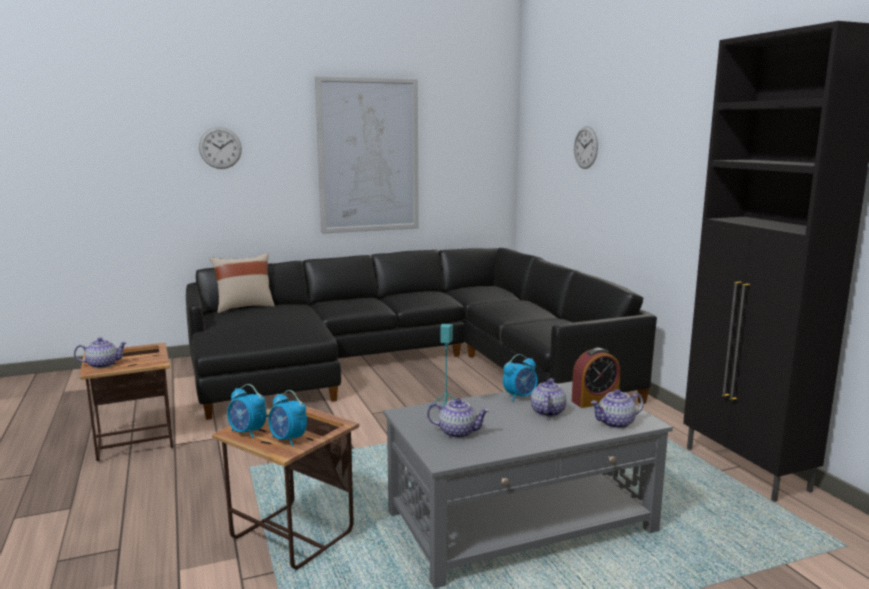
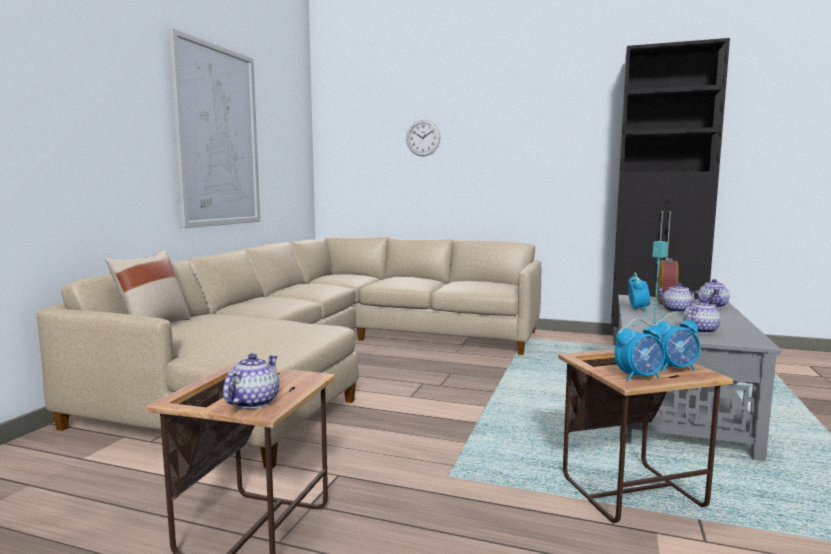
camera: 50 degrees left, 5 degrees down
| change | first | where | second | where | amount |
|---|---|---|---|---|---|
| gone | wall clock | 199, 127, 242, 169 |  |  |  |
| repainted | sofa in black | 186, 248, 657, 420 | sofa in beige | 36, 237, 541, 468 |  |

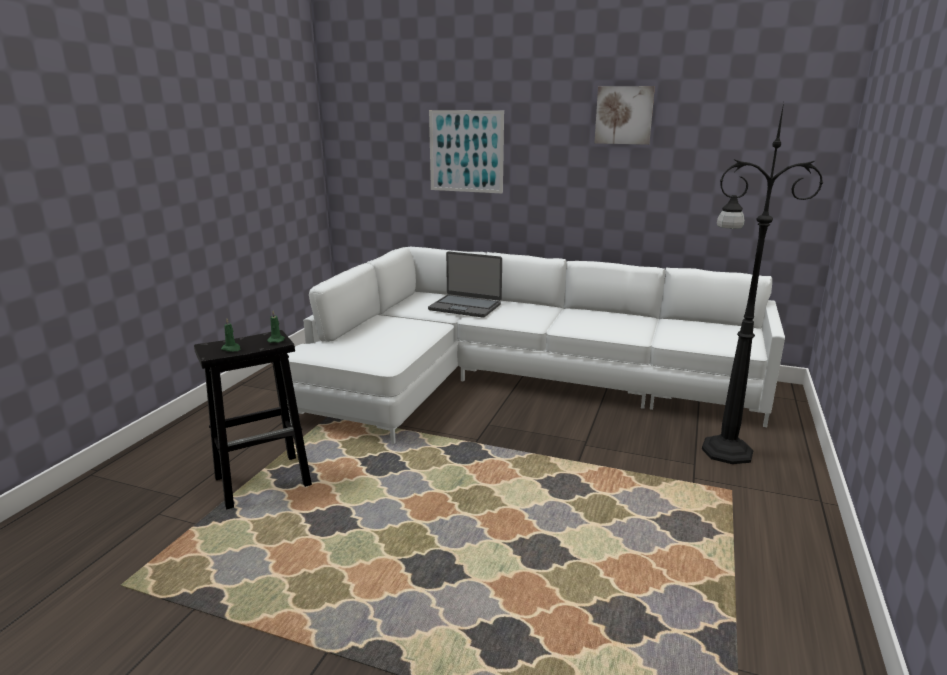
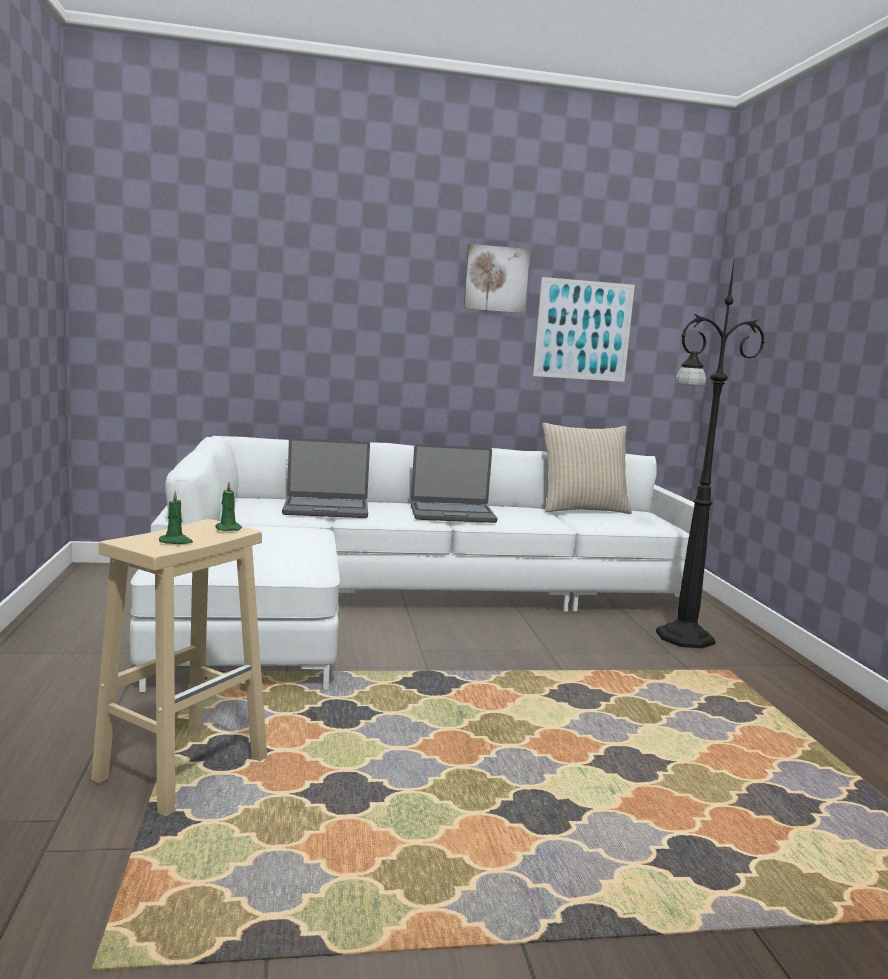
camera: 30 degrees left, 10 degrees down
| change | first | where | second | where | amount |
|---|---|---|---|---|---|
| new |  |  | laptop | 411, 444, 497, 523 |  |
| new |  |  | pillow in beige | 542, 423, 632, 514 |  |
| shifted | picture | 429, 110, 504, 194 |  | 533, 277, 635, 382 |  |
| repainted | stool in black | 194, 330, 312, 510 | stool in beige | 91, 519, 267, 817 |  |

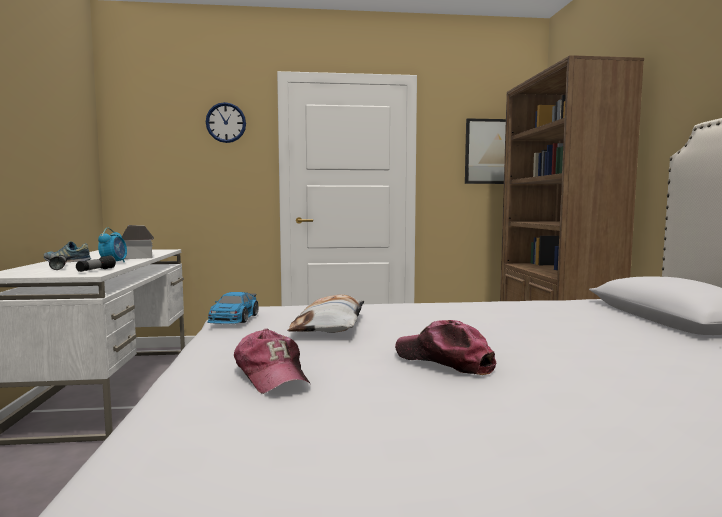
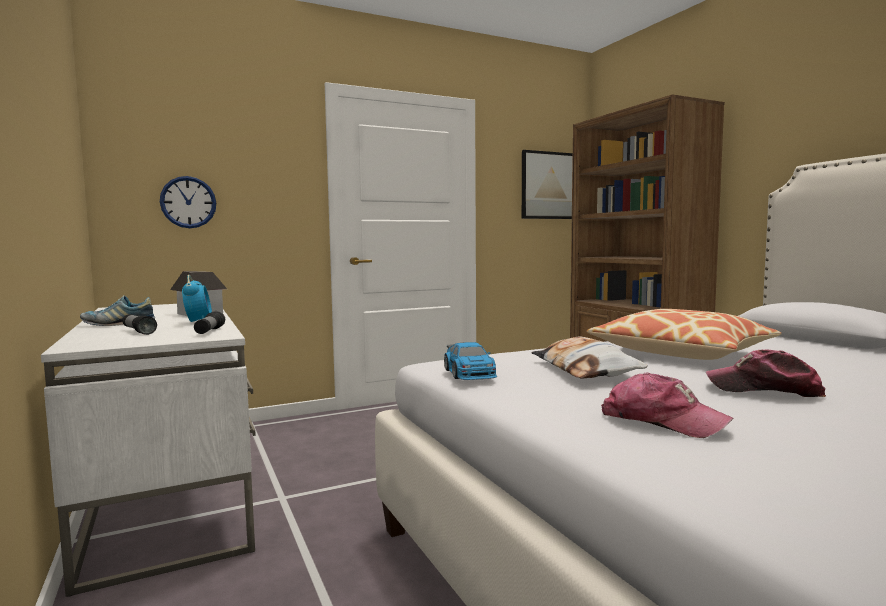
camera: 20 degrees left, 0 degrees up
| change | first | where | second | where | amount |
|---|---|---|---|---|---|
| new |  |  | pillow | 587, 309, 781, 360 |  |
| shifted | wall clock | 206, 102, 246, 143 |  | 160, 176, 216, 228 |  |

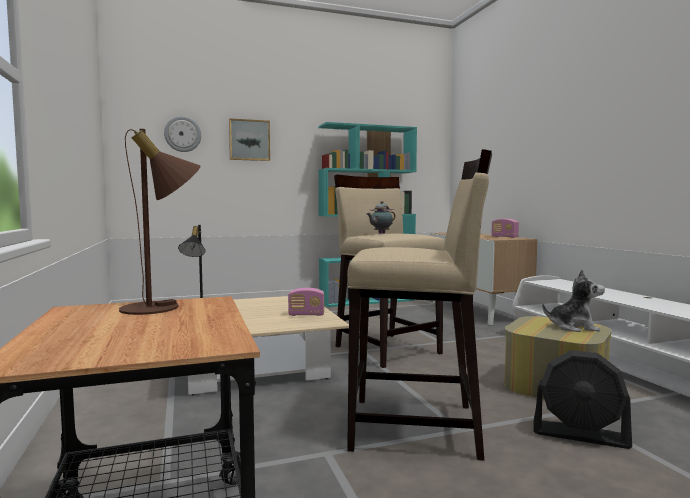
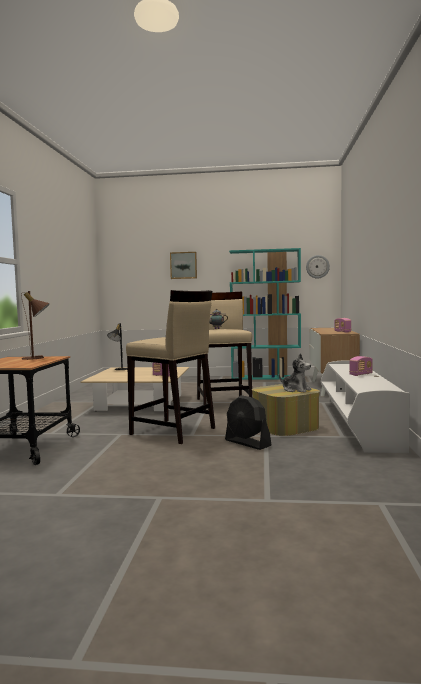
camera: 25 degrees right, 0 degrees up
| change | first | where | second | where | amount |
|---|---|---|---|---|---|
| new |  |  | radio | 350, 356, 373, 376 |  |
| shifted | wall clock | 164, 116, 201, 152 |  | 306, 255, 330, 279 |  |

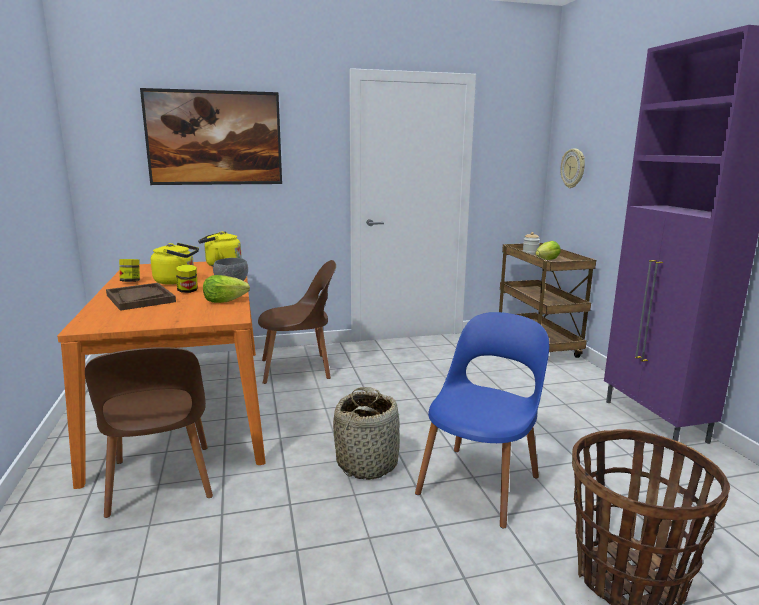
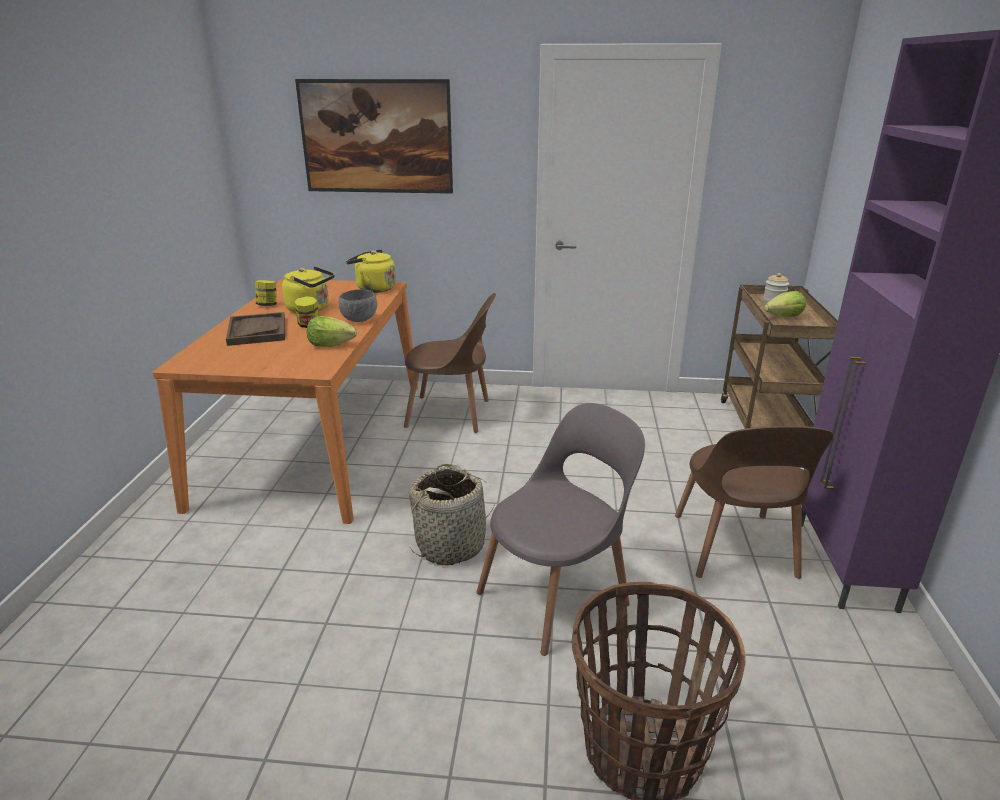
camera: 20 degrees right, 10 degrees up
| change | first | where | second | where | amount |
|---|---|---|---|---|---|
| gone | wall clock | 560, 148, 585, 188 |  |  |  |
| shifted | chair in brown | 85, 347, 213, 518 |  | 675, 426, 833, 579 |  |
| repainted | chair in blue | 415, 312, 549, 528 | chair in grey | 476, 403, 645, 656 |  |

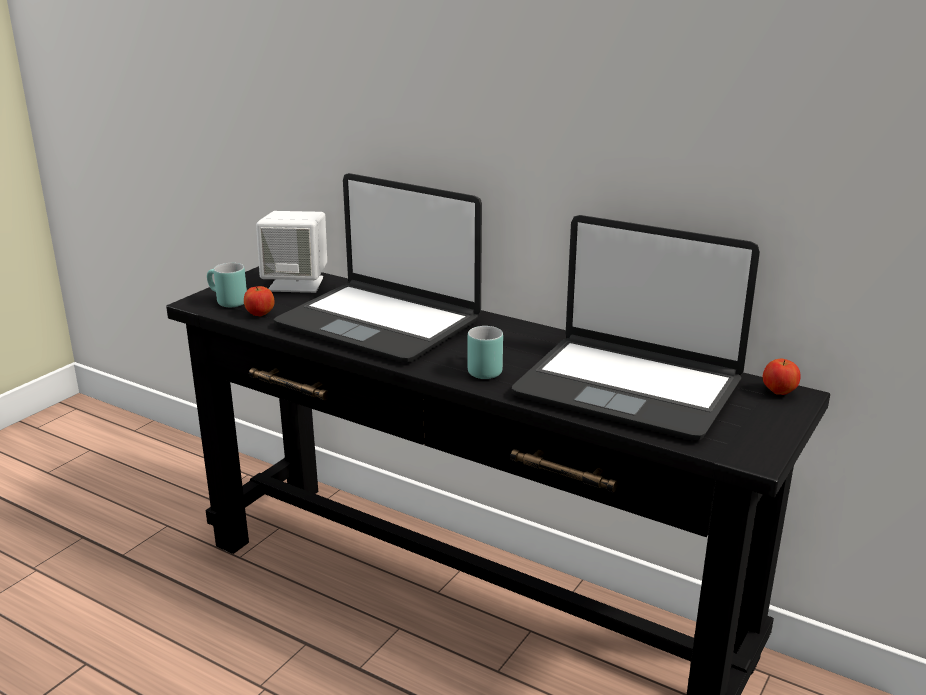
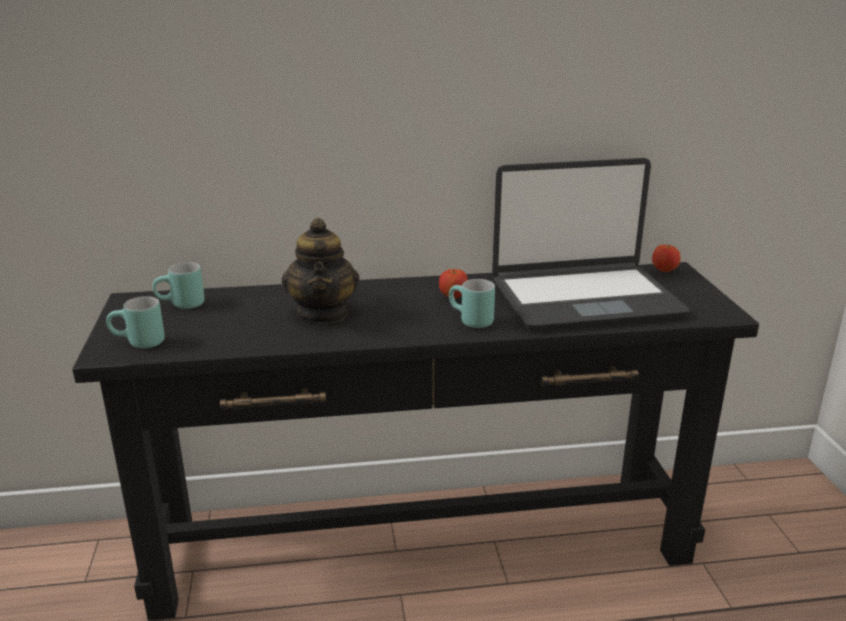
camera: 40 degrees left, 0 degrees up
| change | first | where | second | where | amount |
|---|---|---|---|---|---|
| shifted | apple | 244, 286, 275, 317 |  | 439, 269, 468, 298 |  |
| swapped | speaker in white | 256, 211, 327, 293 | mug in turquoise | 152, 262, 205, 309 |  |
| swapped | laptop | 274, 173, 482, 363 | teapot | 282, 218, 359, 324 |  |

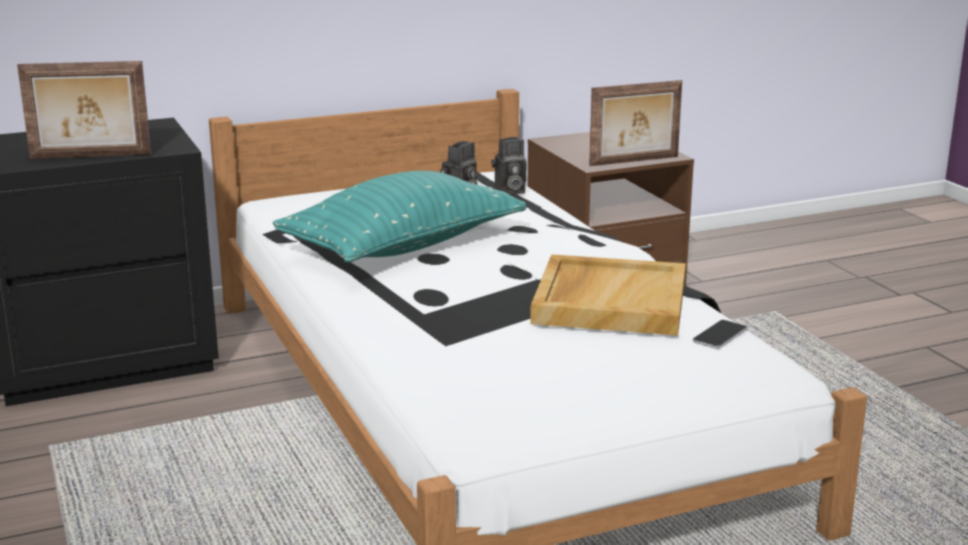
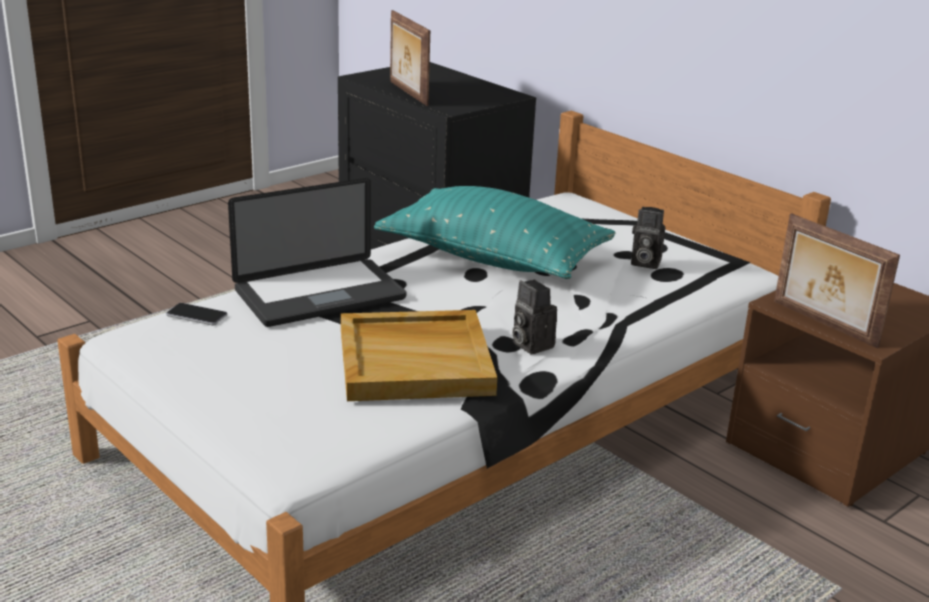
camera: 70 degrees right, 5 degrees up
| change | first | where | second | where | amount |
|---|---|---|---|---|---|
| new |  |  | laptop | 228, 178, 406, 327 |  |
| shifted | photo camera | 491, 137, 526, 195 |  | 512, 280, 557, 354 |  |
| shifted | phone | 693, 320, 747, 349 |  | 166, 303, 228, 325 |  |

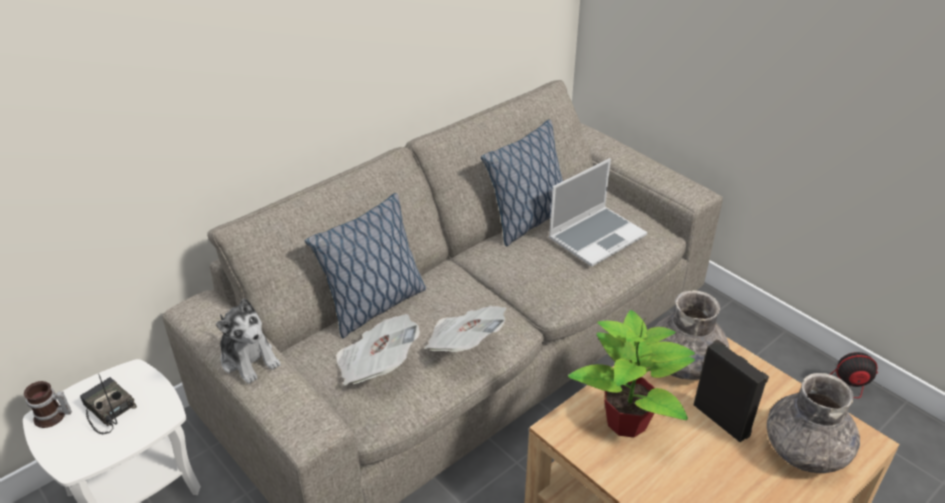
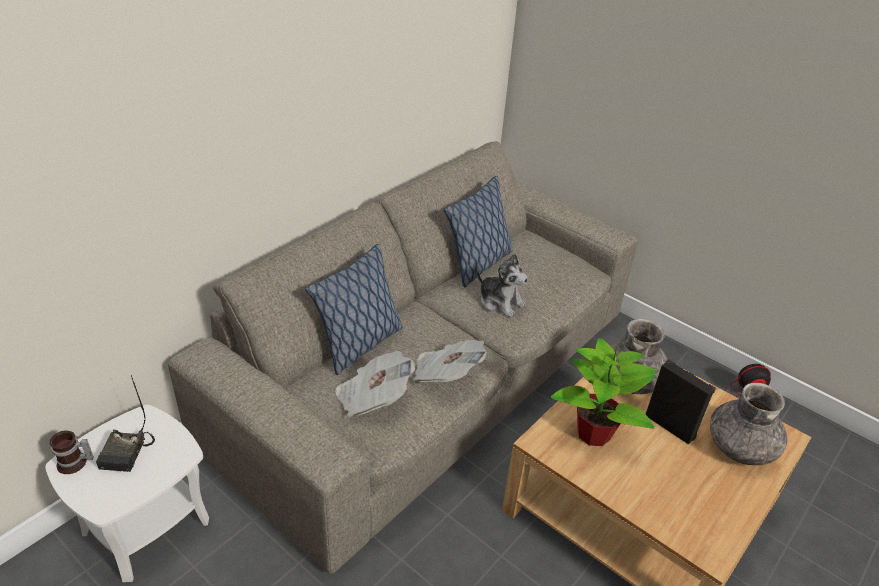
camera: 10 degrees left, 0 degrees up
| change | first | where | second | where | amount |
|---|---|---|---|---|---|
| gone | laptop | 549, 158, 647, 267 |  |  |  |
| shifted | plush toy | 216, 298, 281, 384 |  | 477, 253, 528, 317 |  |
| rotated | radio | 80, 375, 137, 435 |  | 96, 375, 155, 472 | 120 degrees counterclockwise |

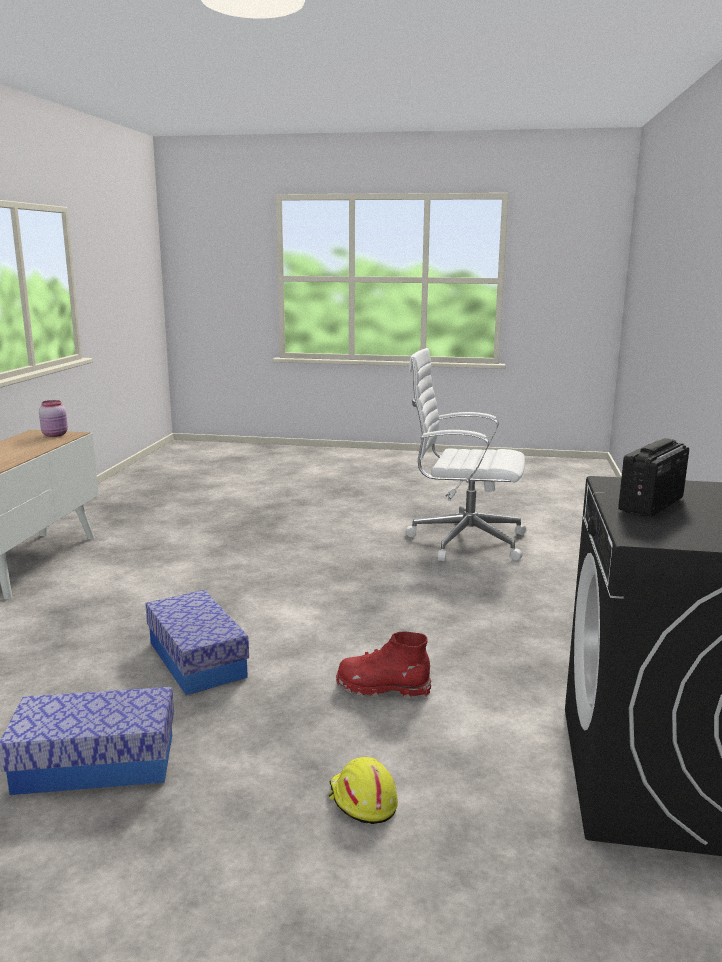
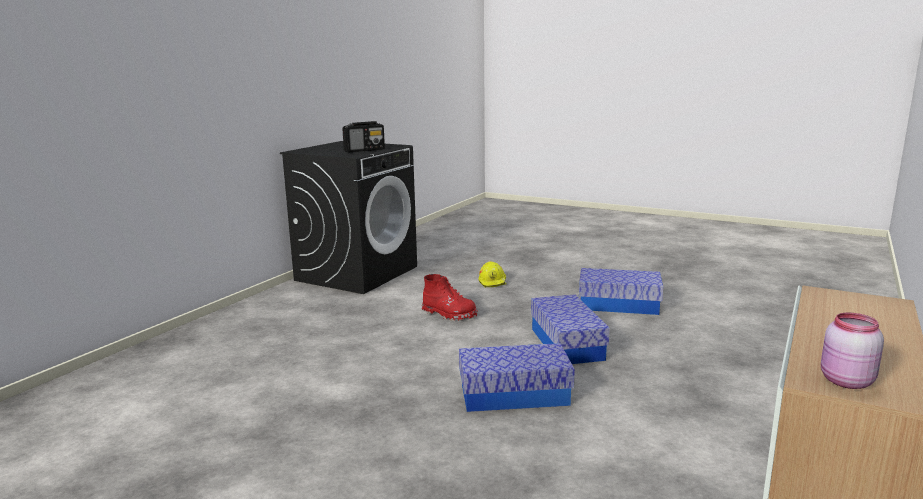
camera: 160 degrees left, 0 degrees up
| change | first | where | second | where | amount |
|---|---|---|---|---|---|
| gone | office chair in white | 405, 348, 526, 561 |  |  |  |
| new |  |  | storage box | 459, 343, 575, 412 |  |

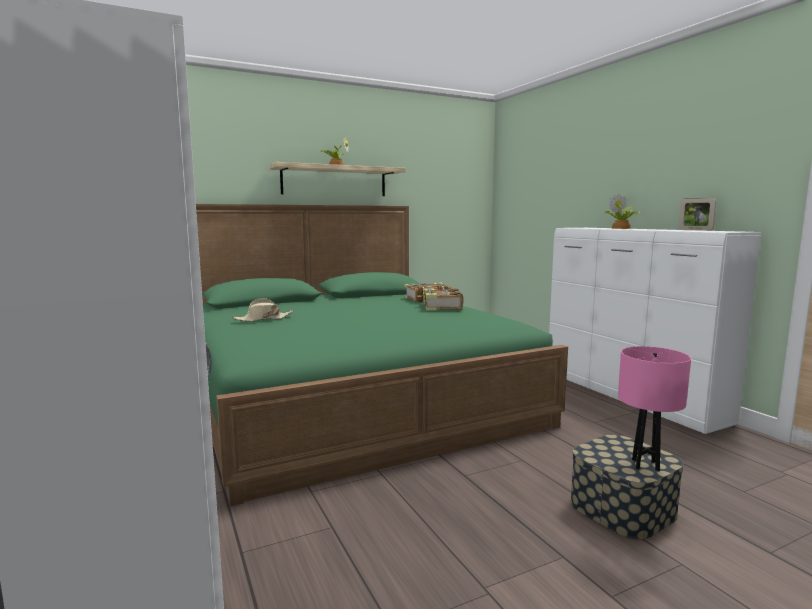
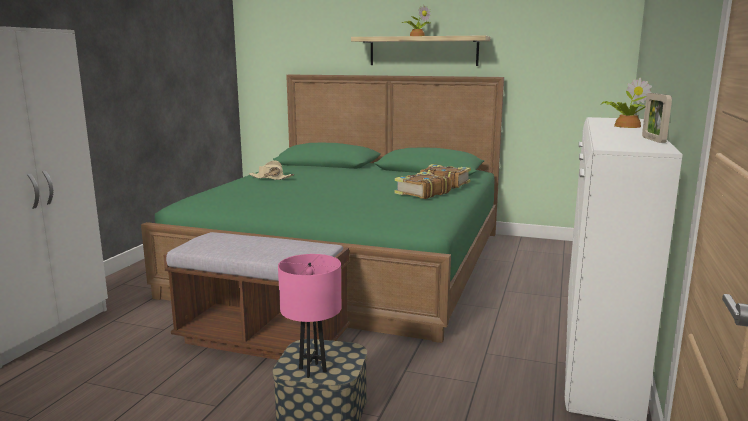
camera: 45 degrees right, 5 degrees up
| change | first | where | second | where | amount |
|---|---|---|---|---|---|
| new |  |  | bench in brown | 163, 232, 350, 360 |  |

